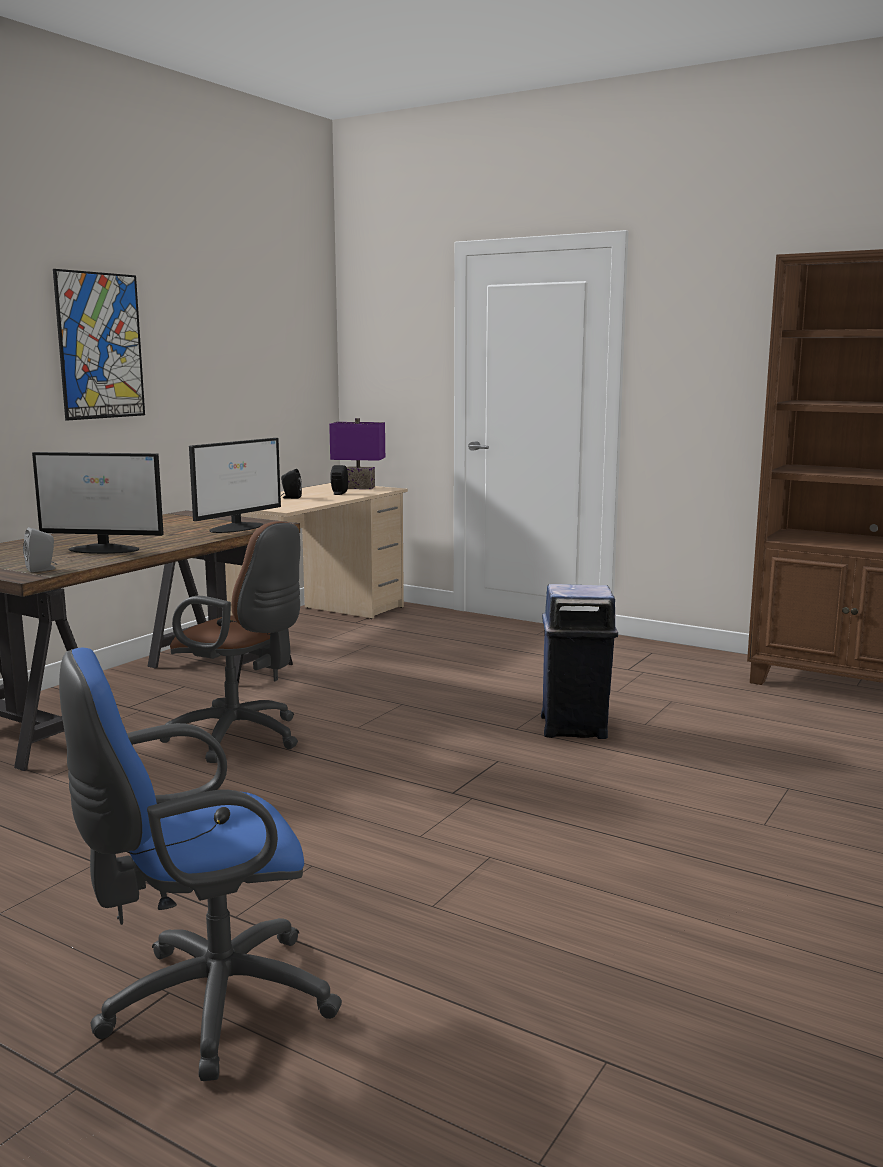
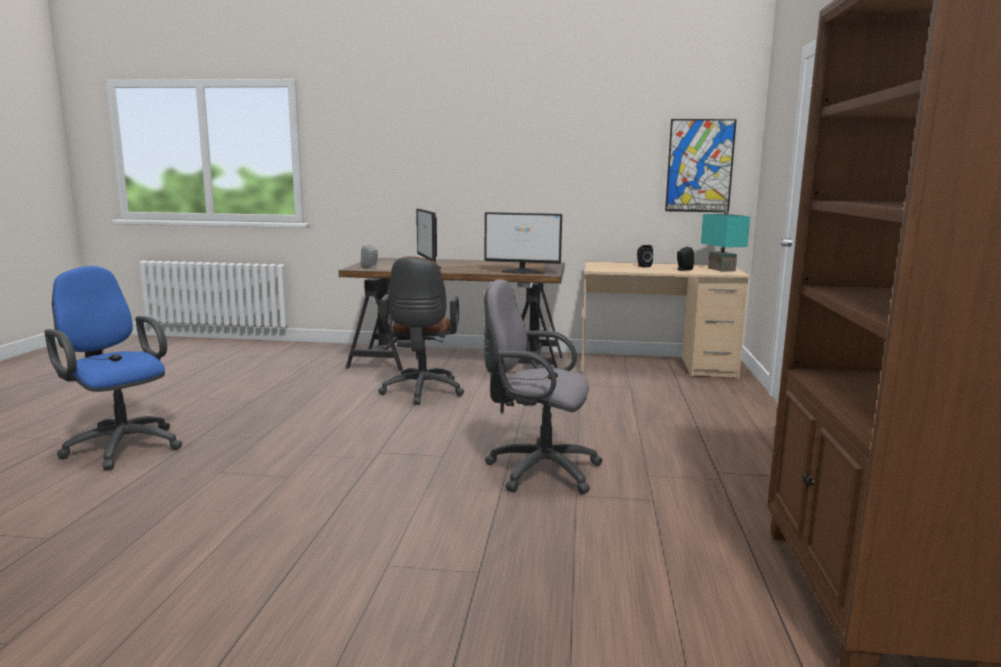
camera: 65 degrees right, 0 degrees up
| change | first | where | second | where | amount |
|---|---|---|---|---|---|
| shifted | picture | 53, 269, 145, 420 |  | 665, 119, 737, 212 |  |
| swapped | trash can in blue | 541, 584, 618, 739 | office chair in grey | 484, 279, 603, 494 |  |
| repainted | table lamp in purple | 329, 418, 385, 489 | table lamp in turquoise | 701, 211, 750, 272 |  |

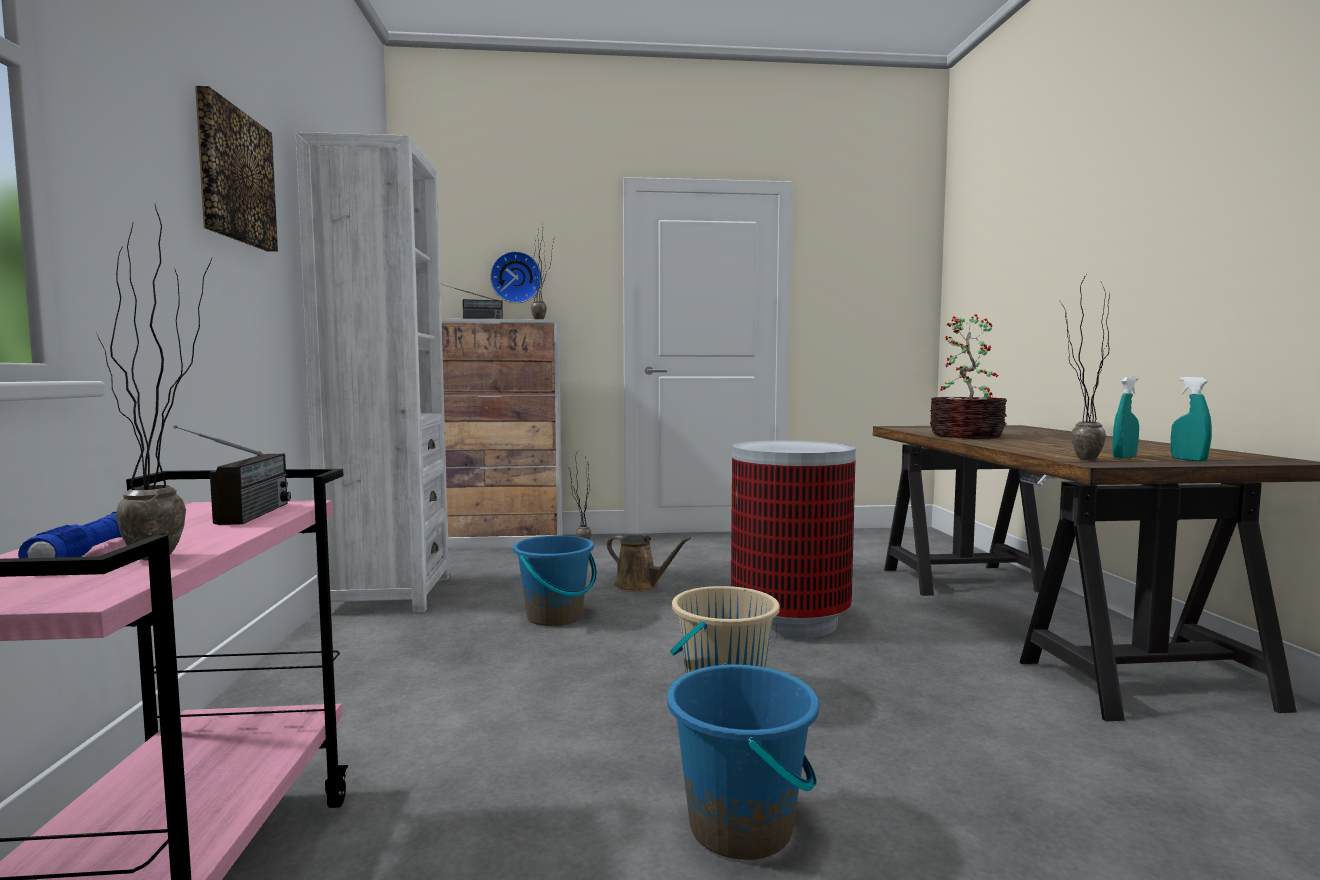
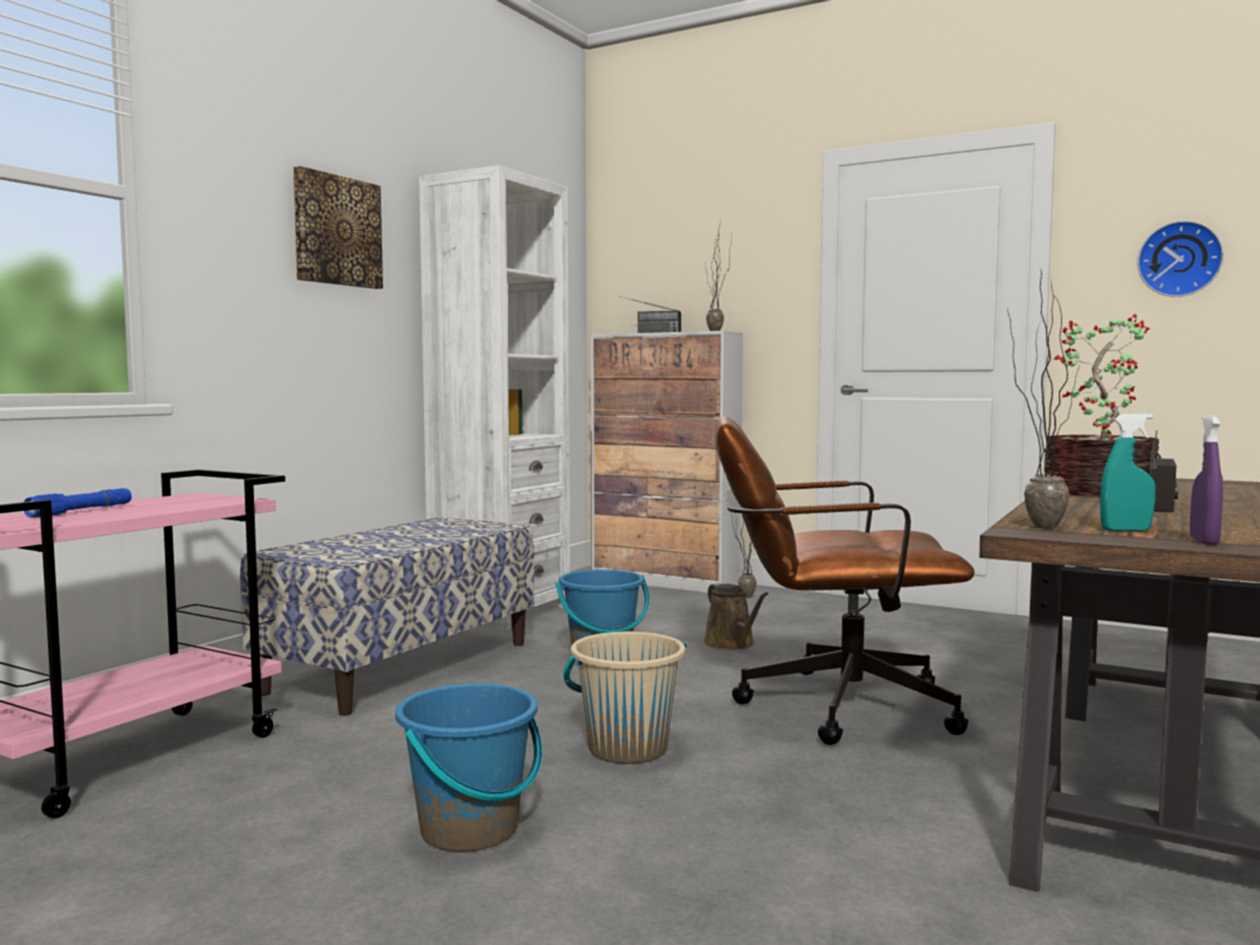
camera: 35 degrees right, 0 degrees up
| change | first | where | second | where | amount |
|---|---|---|---|---|---|
| gone | potted plant | 96, 205, 212, 561 |  |  |  |
| new |  |  | bench | 240, 517, 534, 716 |  |
| shifted | radio | 174, 425, 291, 525 |  | 1149, 430, 1178, 512 |  |
| shifted | wall clock | 490, 251, 542, 303 |  | 1137, 221, 1224, 297 |  |
| swapped | trash can | 731, 441, 856, 639 | office chair in brown | 715, 416, 975, 745 |  |
| repainted | spray bottle in turquoise | 1171, 377, 1212, 462 | spray bottle in purple | 1190, 415, 1223, 545 |  |

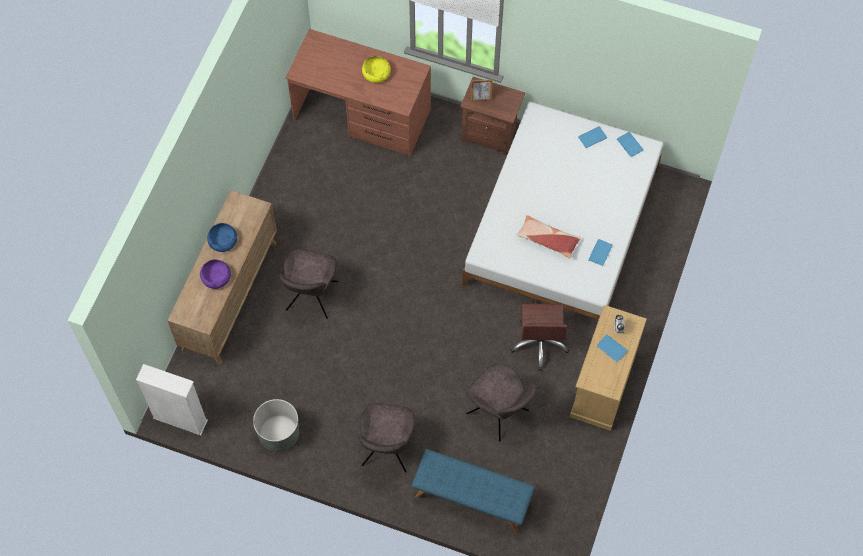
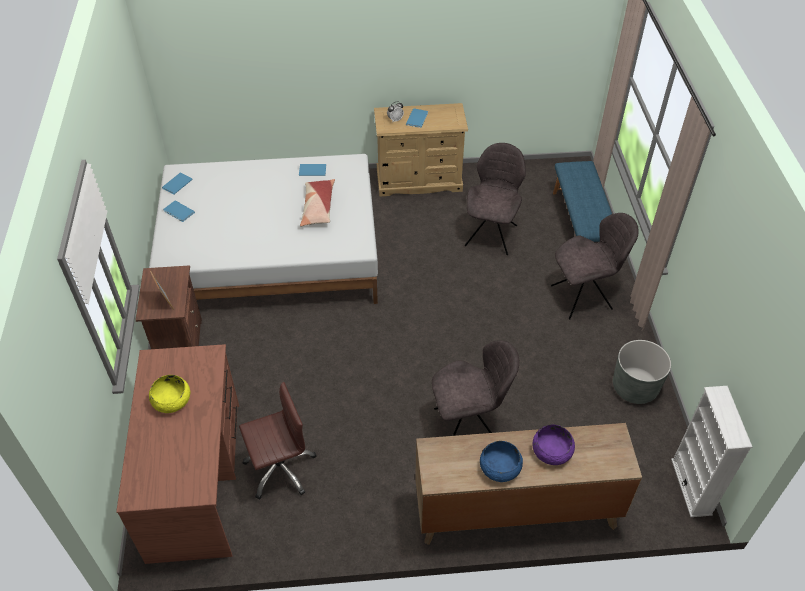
camera: 115 degrees left, 15 degrees down
| change | first | where | second | where | amount |
|---|---|---|---|---|---|
| shifted | office chair in brown | 510, 304, 570, 371 |  | 239, 382, 317, 500 |  |

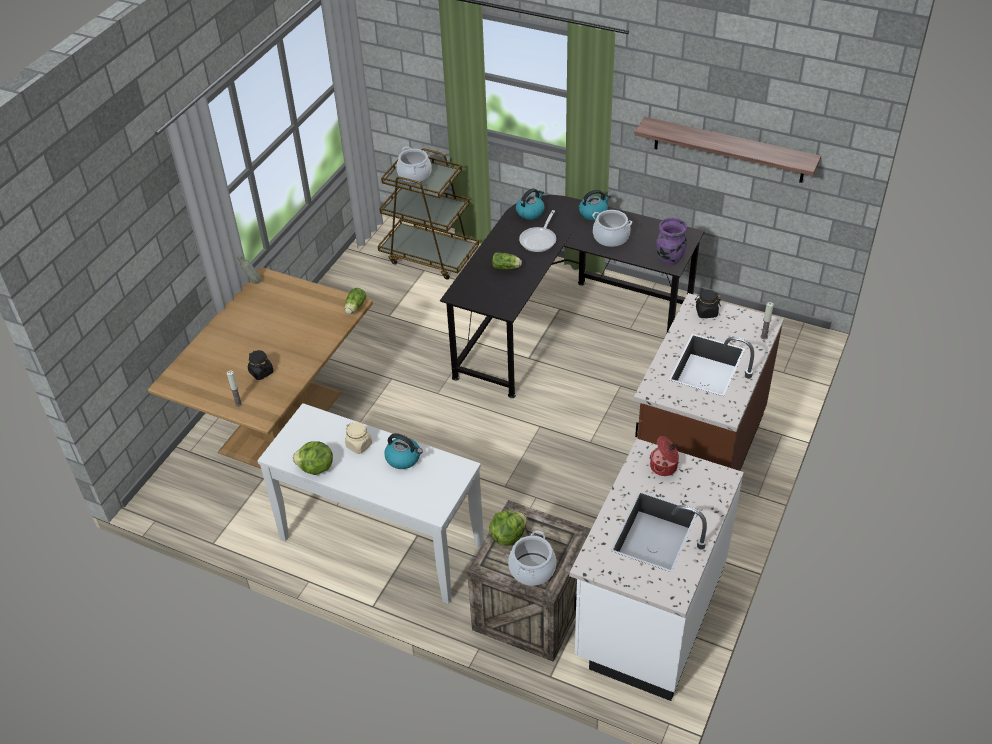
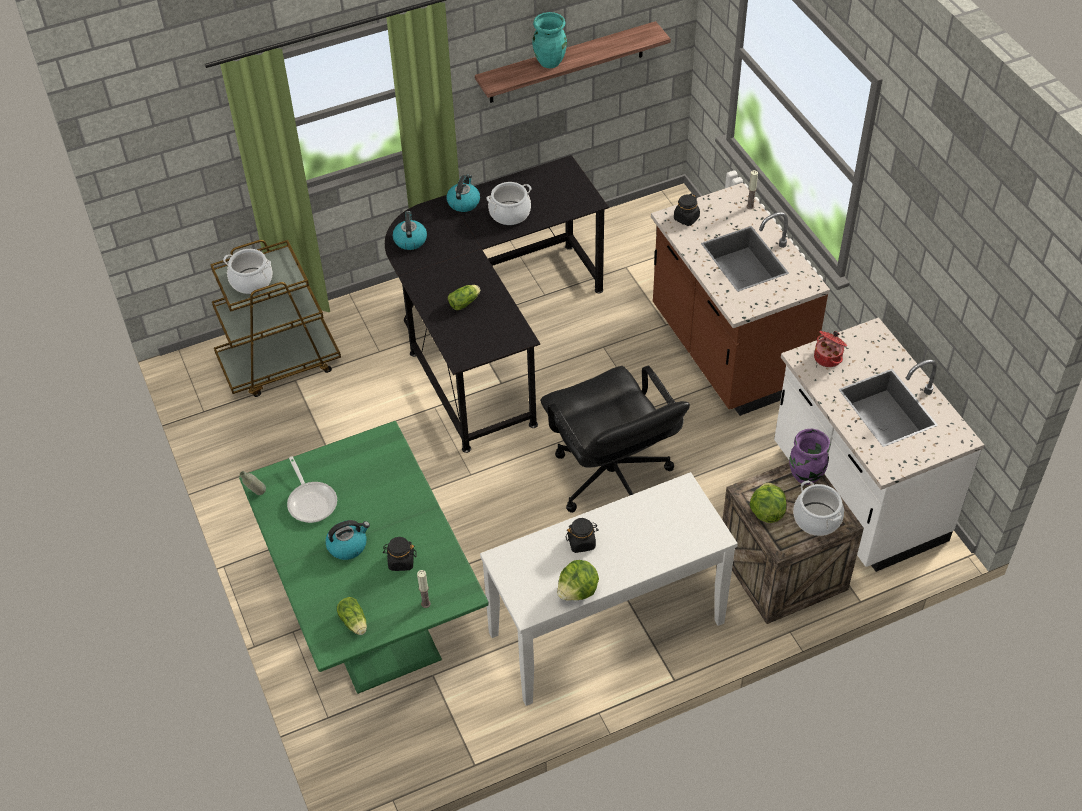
camera: 50 degrees left, 5 degrees up
| change | first | where | second | where | amount |
|---|---|---|---|---|---|
| new |  |  | vase in turquoise | 532, 12, 567, 68 |  |
| new |  |  | office chair in black | 540, 366, 690, 513 |  |
| shifted | lettuce | 345, 288, 366, 314 |  | 337, 597, 367, 635 |  |
| shifted | kettle | 384, 433, 423, 469 |  | 325, 520, 370, 560 |  |
| shifted | frying pan | 519, 210, 556, 252 |  | 287, 456, 337, 523 |  |
| shifted | vase in purple | 656, 218, 687, 266 |  | 789, 429, 831, 485 |  |
| repainted | dining table in brown | 148, 267, 373, 469 | dining table in green | 239, 421, 489, 694 |  |
| repainted | jar in beige | 345, 422, 372, 454 | jar in black | 566, 518, 598, 553 |  |

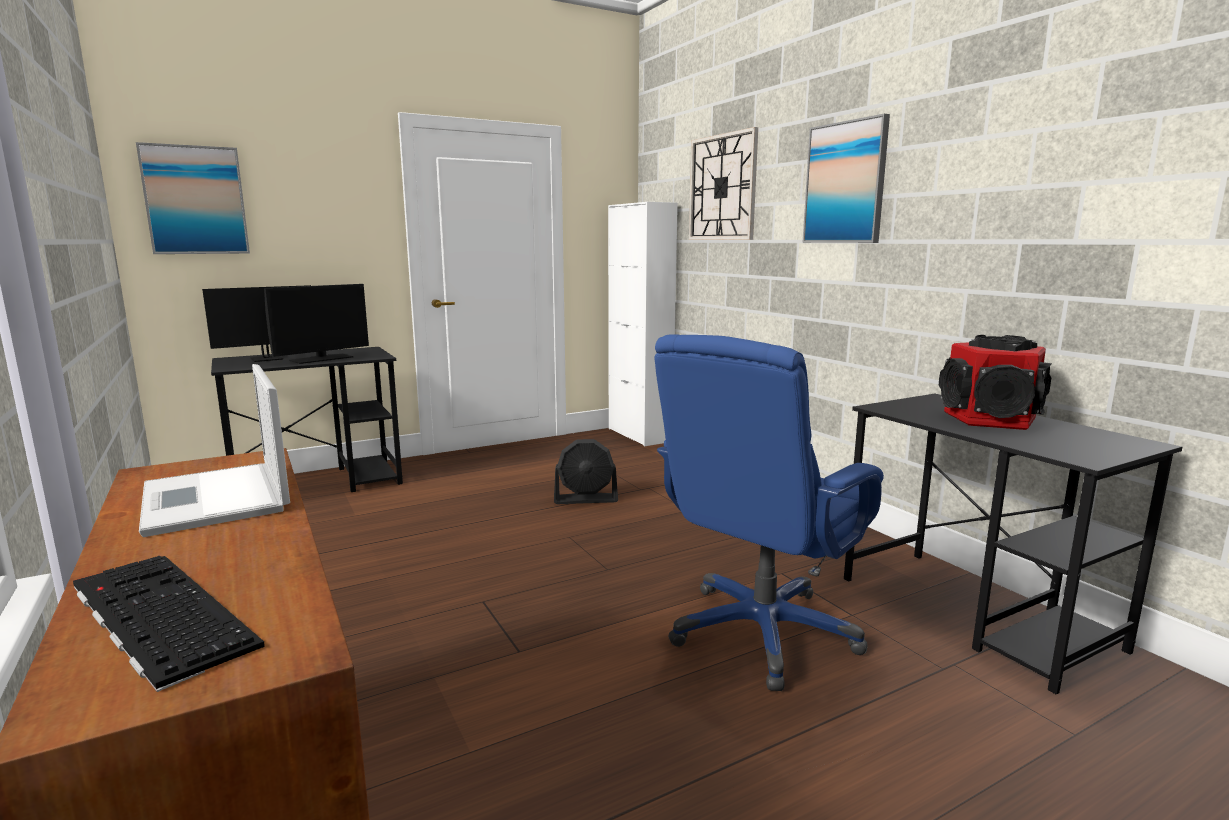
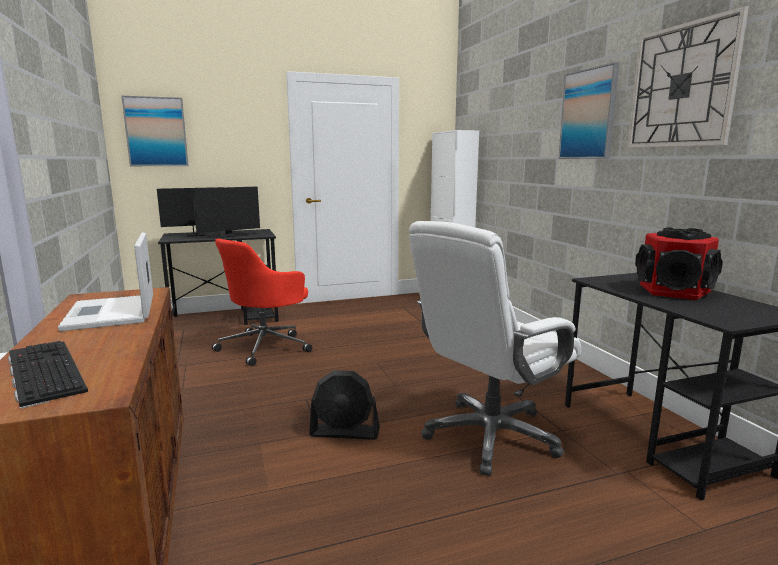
camera: 10 degrees right, 0 degrees up
| change | first | where | second | where | amount |
|---|---|---|---|---|---|
| new |  |  | office chair in red | 212, 238, 312, 366 |  |
| shifted | fan in black | 554, 439, 618, 504 |  | 309, 370, 380, 440 |  |
| shifted | wall clock | 689, 127, 758, 240 |  | 627, 6, 749, 148 |  |
| repainted | office chair in blue | 654, 334, 884, 691 | office chair in white | 409, 221, 581, 476 |  |

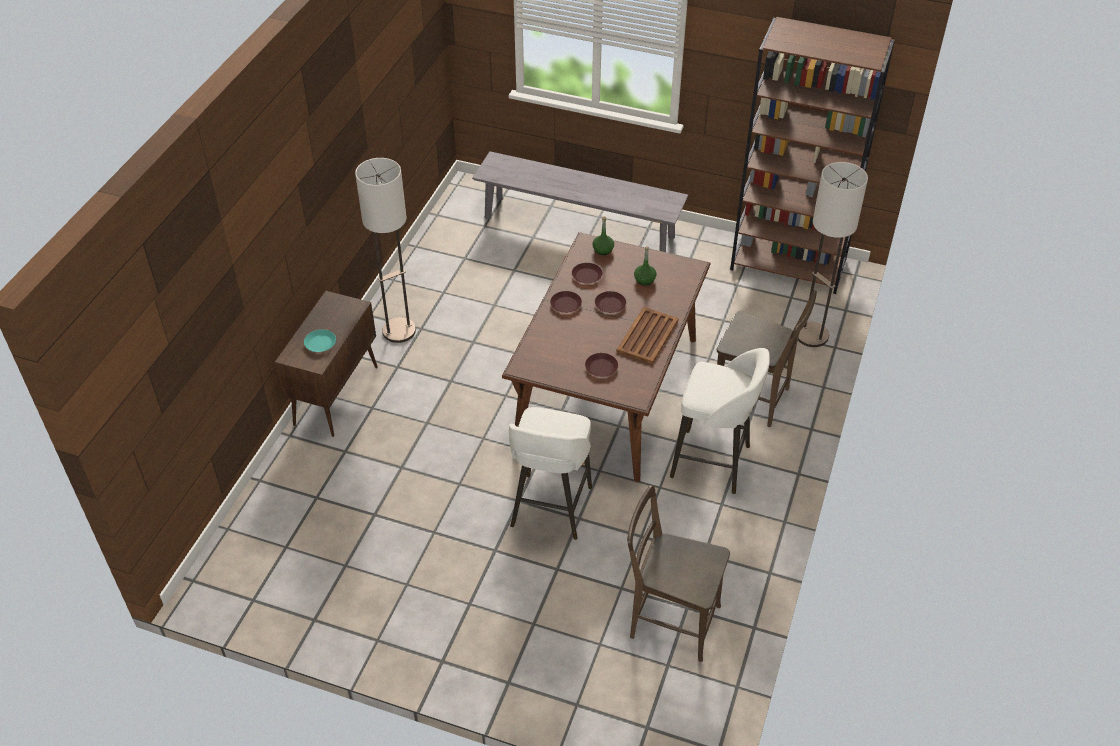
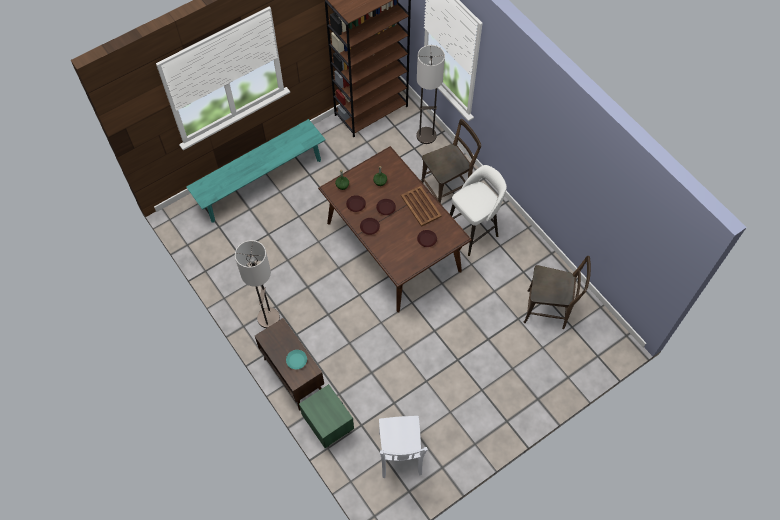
camera: 55 degrees left, 15 degrees up
| change | first | where | second | where | amount |
|---|---|---|---|---|---|
| gone | stool in white | 509, 407, 592, 540 |  |  |  |
| new |  |  | nightstand in green | 299, 384, 354, 448 |  |
| new |  |  | chair in white | 379, 416, 428, 478 |  |
| repainted | bench in grey | 472, 151, 688, 252 | bench in turquoise | 186, 119, 326, 222 |  |
| rotated | chair in brown | 627, 485, 730, 662 |  | 523, 256, 591, 329 | 135 degrees counterclockwise |

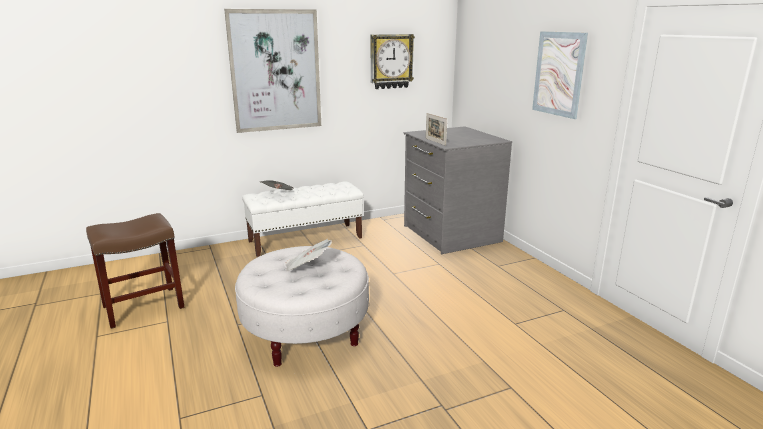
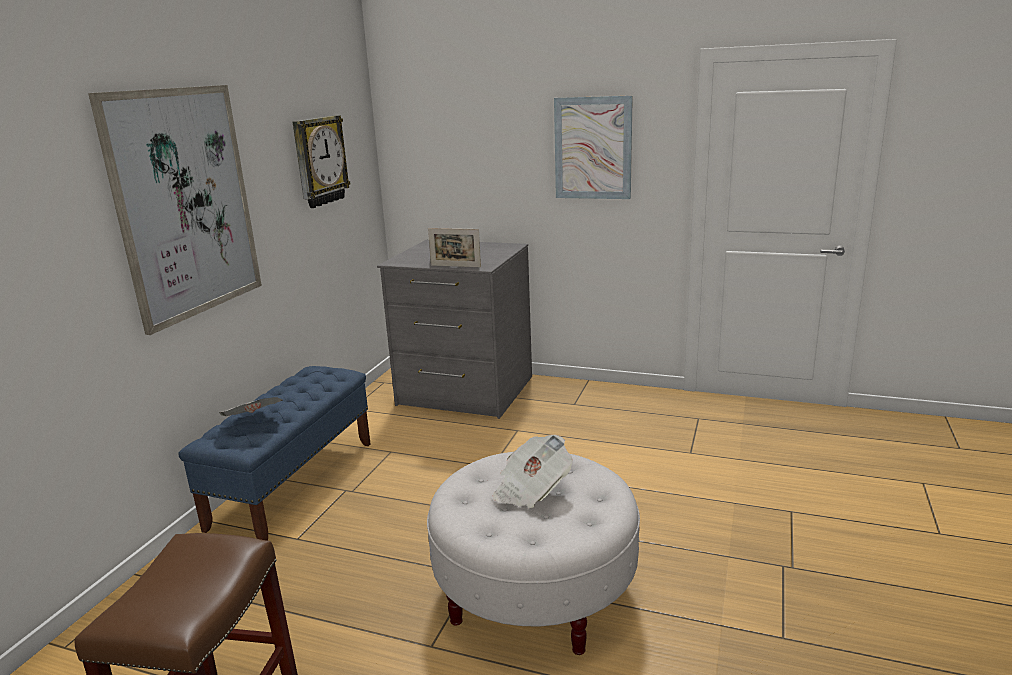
camera: 45 degrees left, 0 degrees up
| change | first | where | second | where | amount |
|---|---|---|---|---|---|
| repainted | bench in white | 242, 182, 364, 257 | bench in blue | 179, 366, 370, 541 |  |

